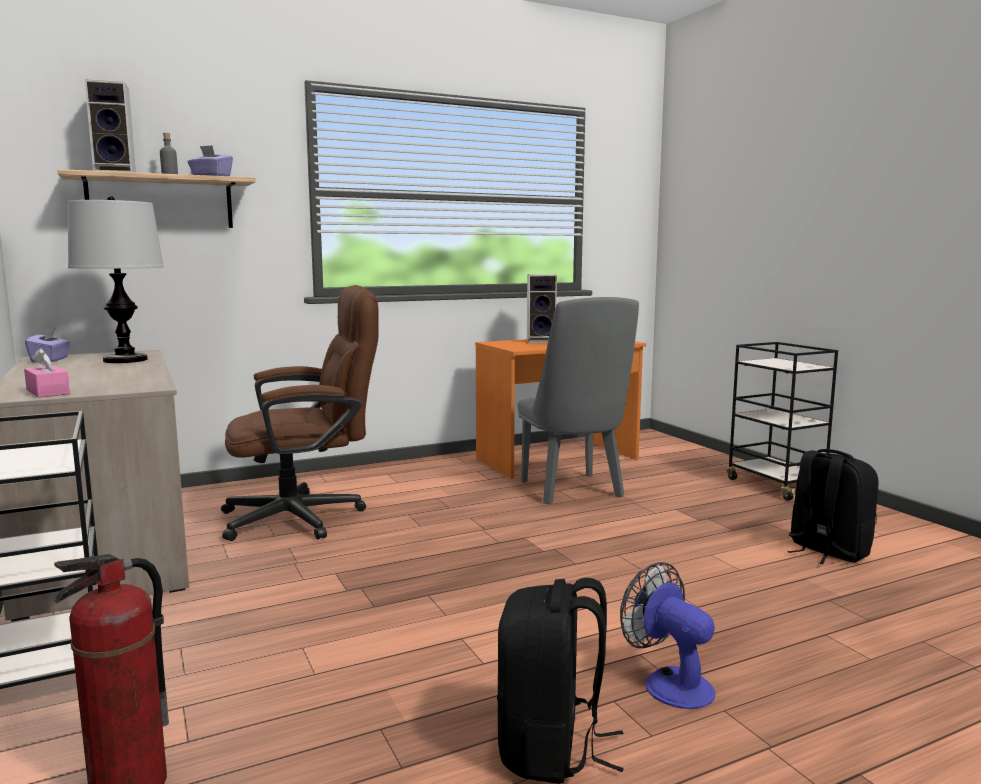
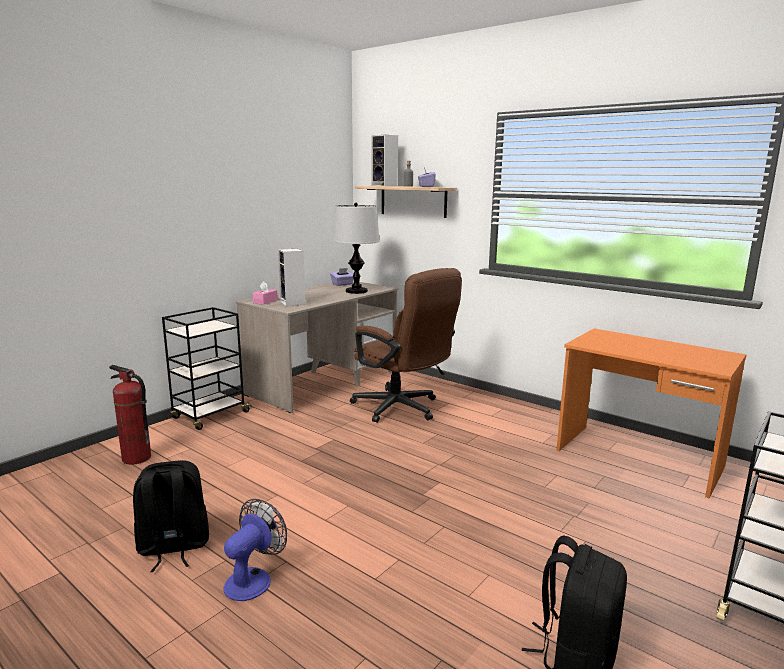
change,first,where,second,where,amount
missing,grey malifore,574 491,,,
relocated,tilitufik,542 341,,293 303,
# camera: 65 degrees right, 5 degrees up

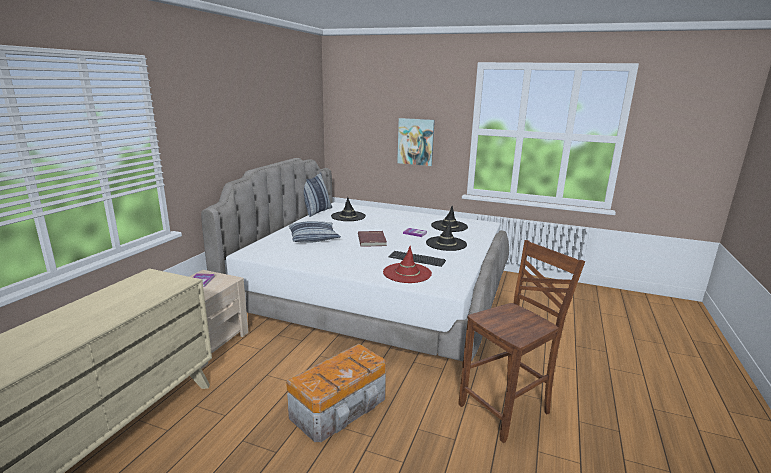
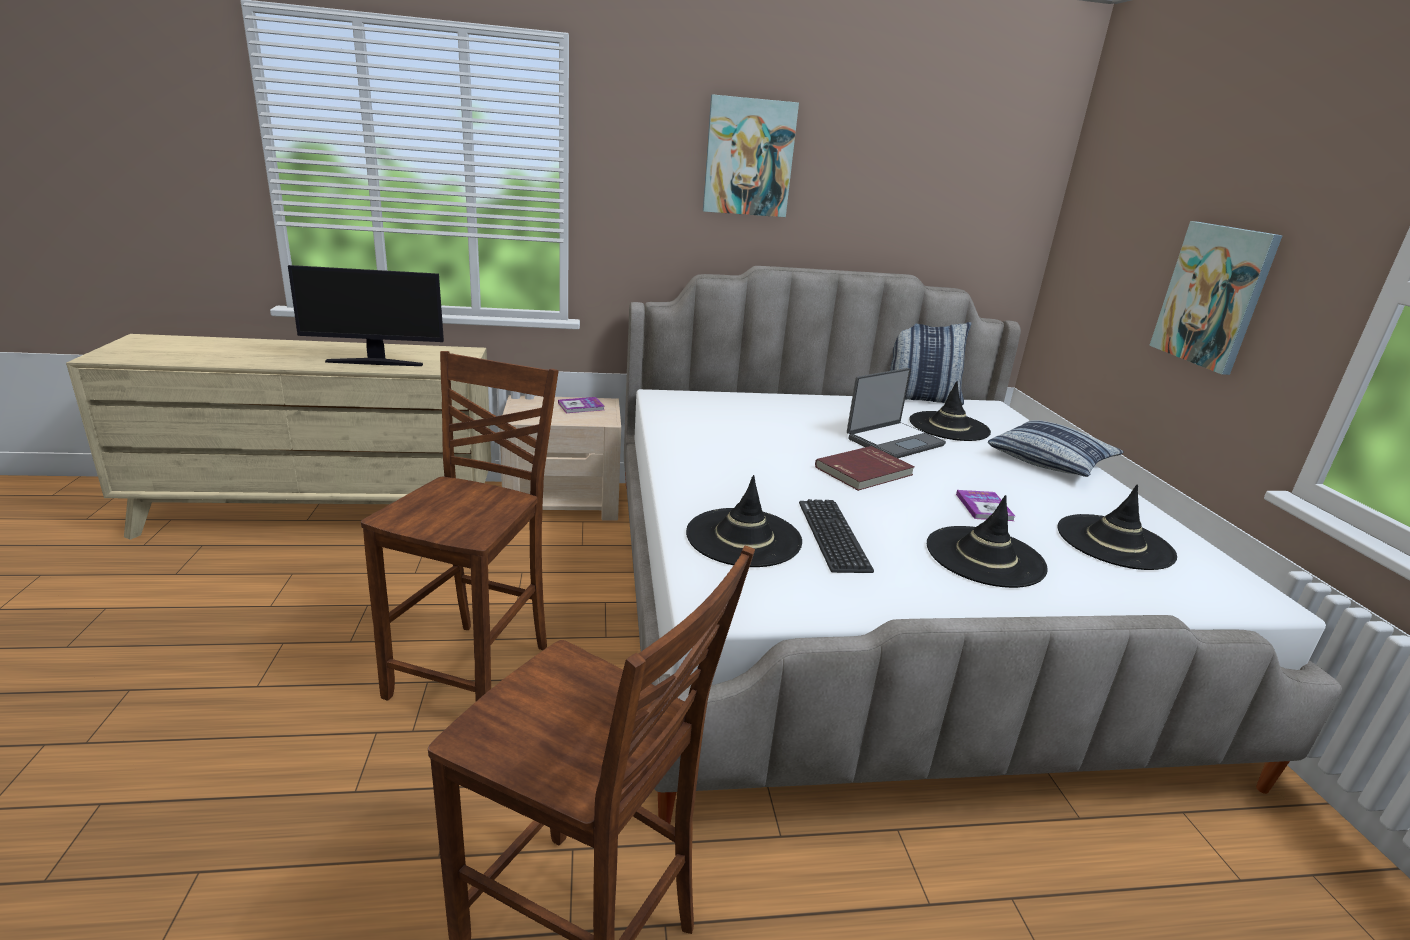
change,first,where,second,where,amount
exchanged,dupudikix,341 407,brown malifore,475 670,
relocated,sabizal,313 237,,1051 460,
colour,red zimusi,407 273,black zimusi,743 537,
appeared,,,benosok,375 362,
appeared,,,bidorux,748 157,
appeared,,,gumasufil,893 441,
# camera: 60 degrees right, 5 degrees up

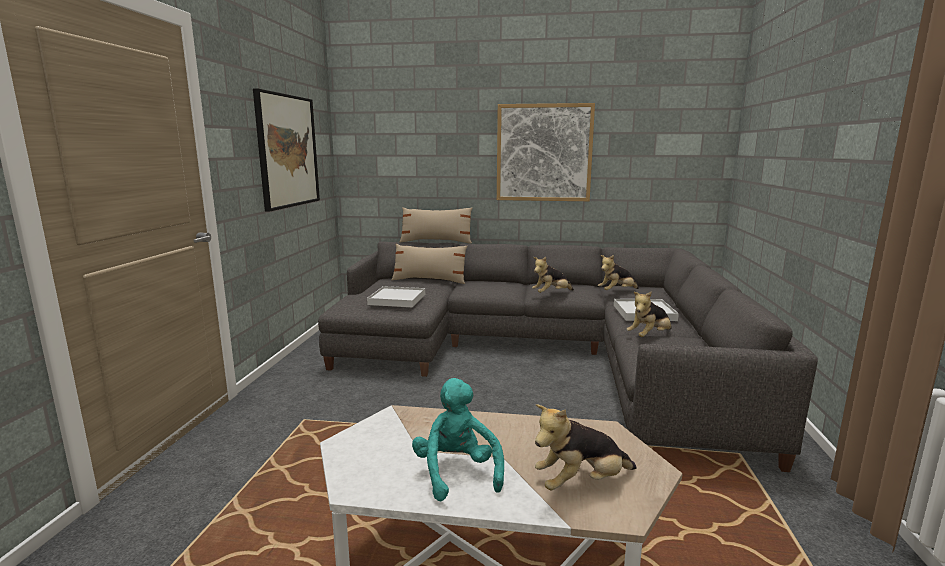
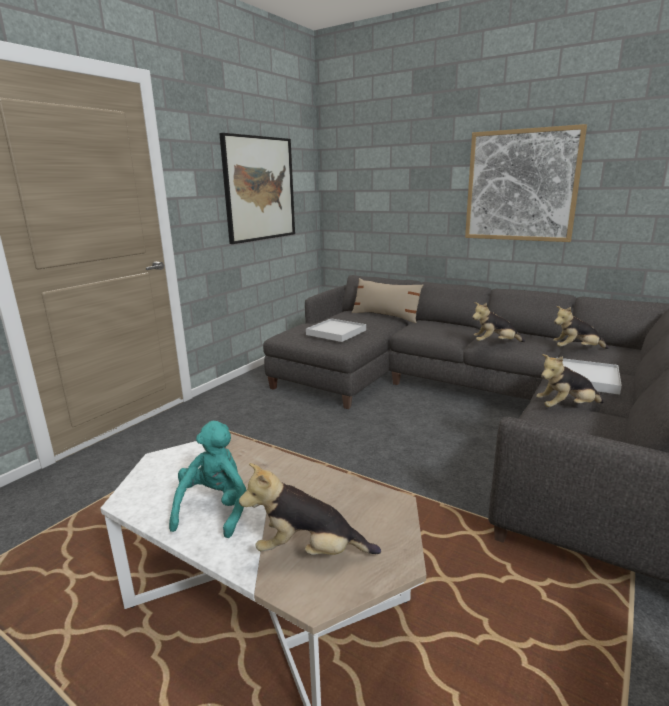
change,first,where,second,where,amount
missing,beige sabizal,436 242,,,
# camera: 25 degrees right, 5 degrees up

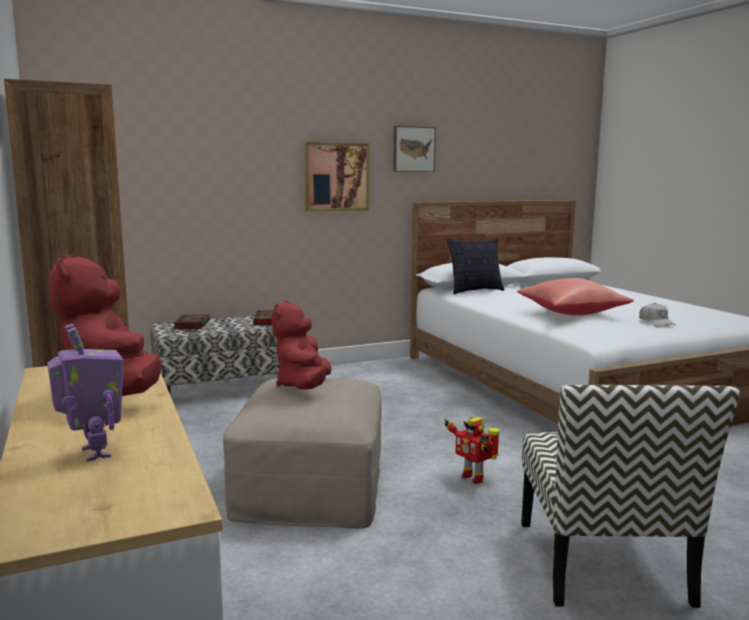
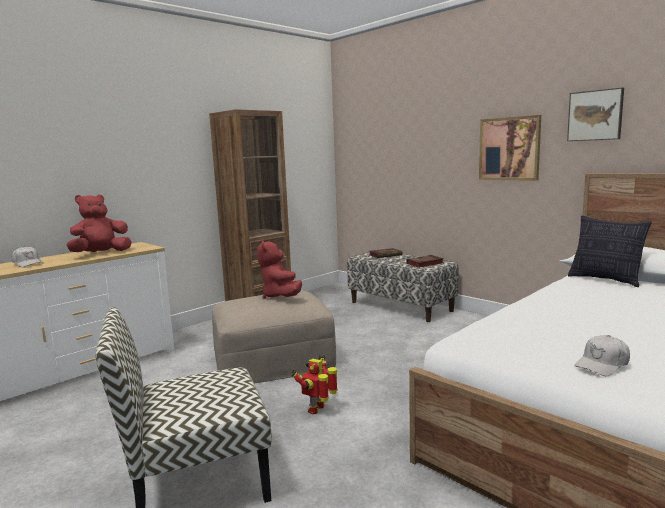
change,first,where,second,where,amount
exchanged,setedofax,93 453,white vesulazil,28 263,
spun,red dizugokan,303 386,,280 296,90 degrees counterclockwise
missing,red sabizal,571 313,,,
# camera: 70 degrees right, 0 degrees up

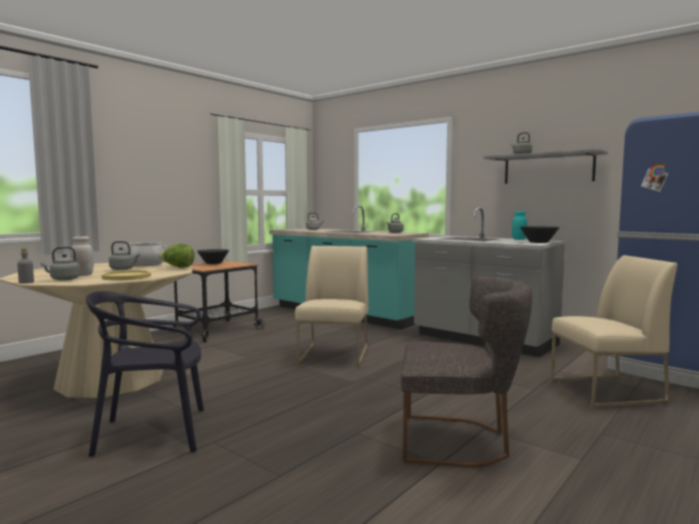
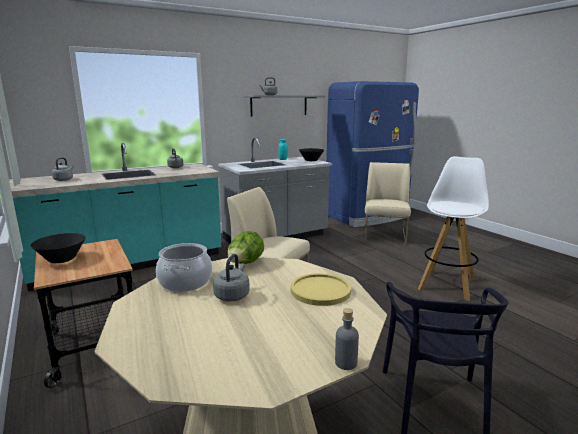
change,first,where,second,where,amount
missing,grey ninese,63 279,,,
missing,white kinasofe,83 275,,,
exchanged,grey malifore,460 441,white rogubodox,447 284,
# camera: 70 degrees left, 10 degrees up

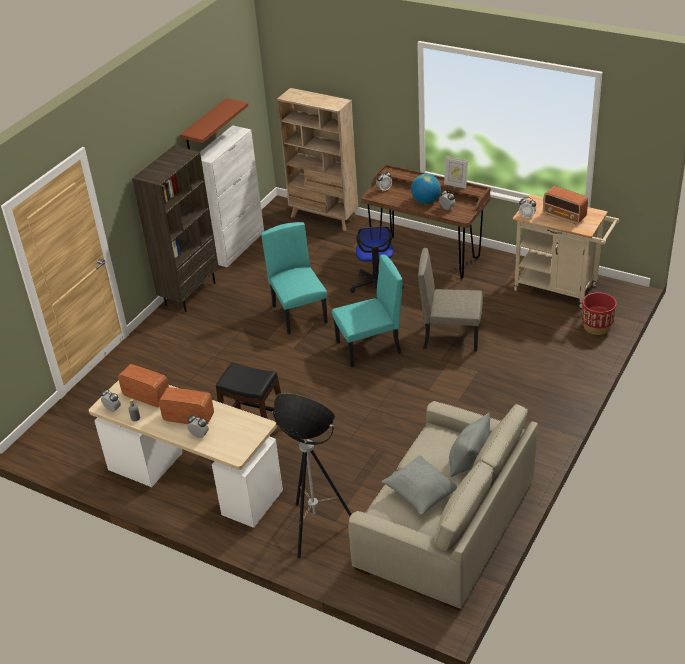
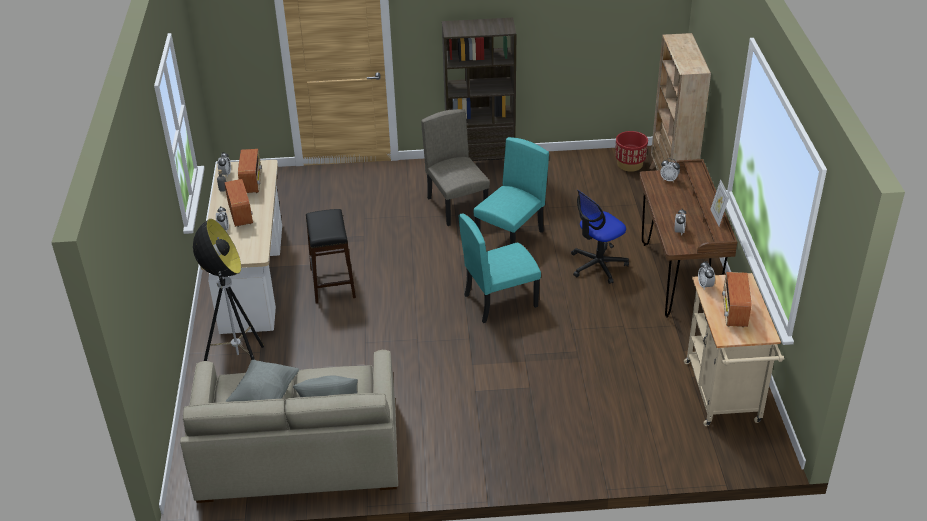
change,first,where,second,where,amount
missing,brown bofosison,205 126,,,
missing,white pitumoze,237 246,,,
spun,turquoise malifore,369 348,,500 300,120 degrees clockwise
missing,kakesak,426 201,,,
relocated,beige malifore,451 336,,457 206,
relocated,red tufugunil,597 327,,629 164,
# camera: 55 degrees right, 0 degrees up

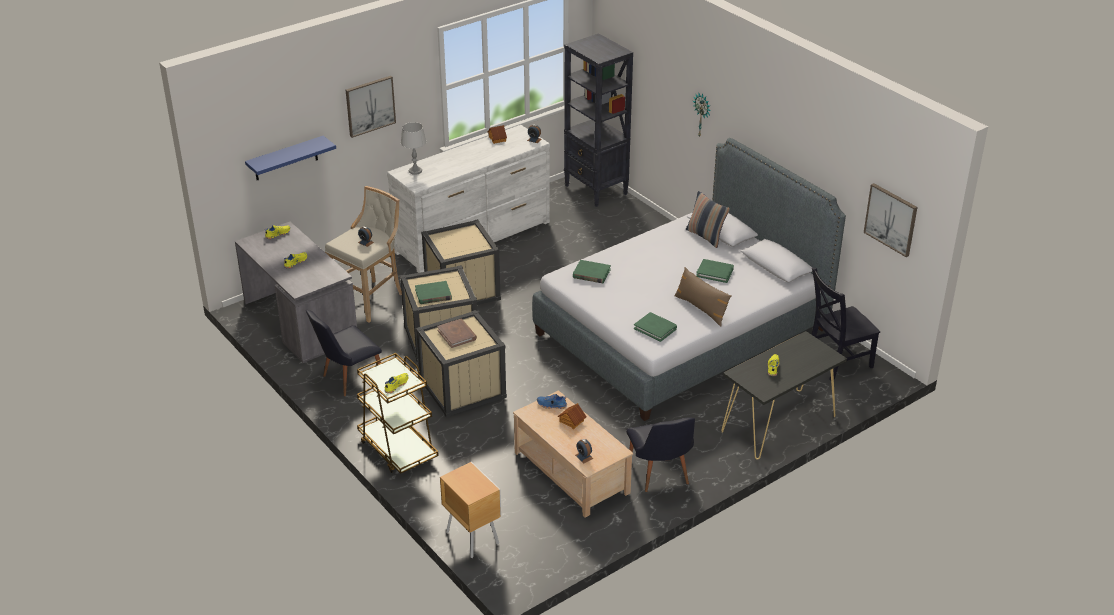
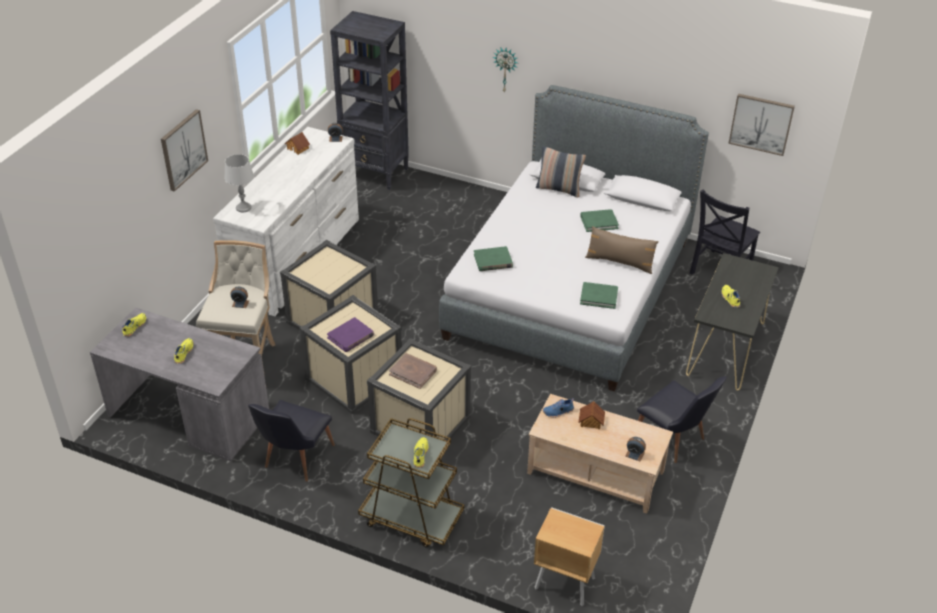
change,first,where,second,where,amount
missing,blue bofosison,286 159,,,
colour,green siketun,433 294,purple siketun,350 337,
# camera: 30 degrees left, 5 degrees up

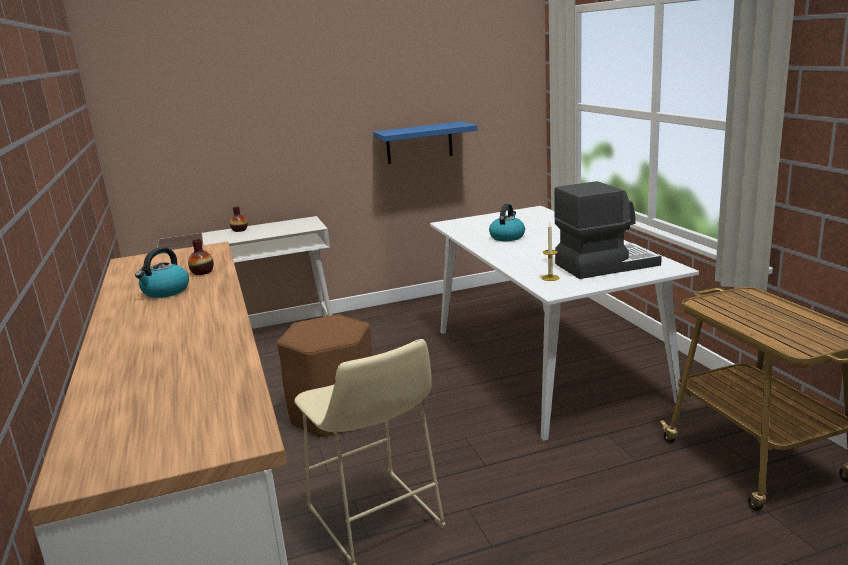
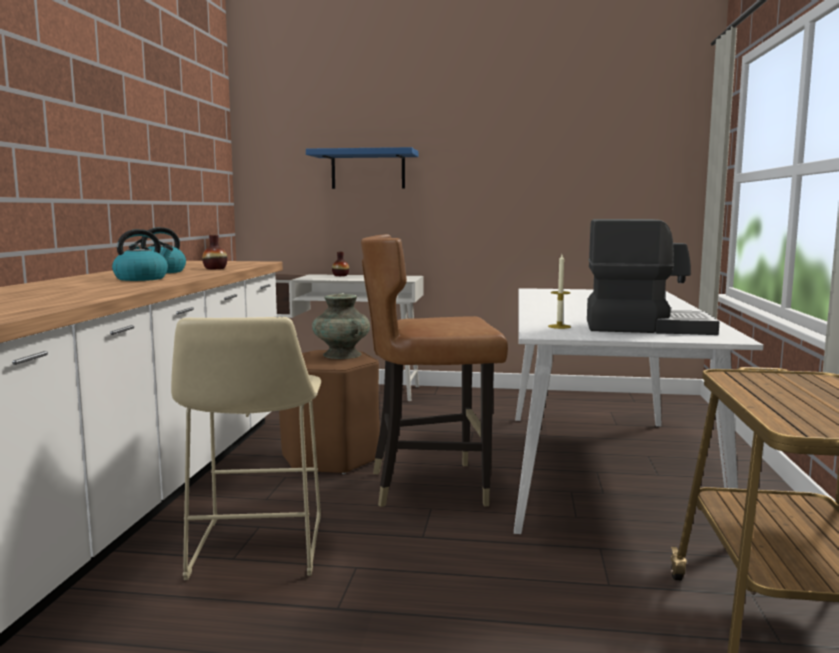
change,first,where,second,where,amount
relocated,blue bofosison,419 143,,368 170,
relocated,ninese,507 237,,142 278,
appeared,,,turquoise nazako,342 355,
appeared,,,brown malifore,431 486,
# camera: 25 degrees right, 10 degrees down

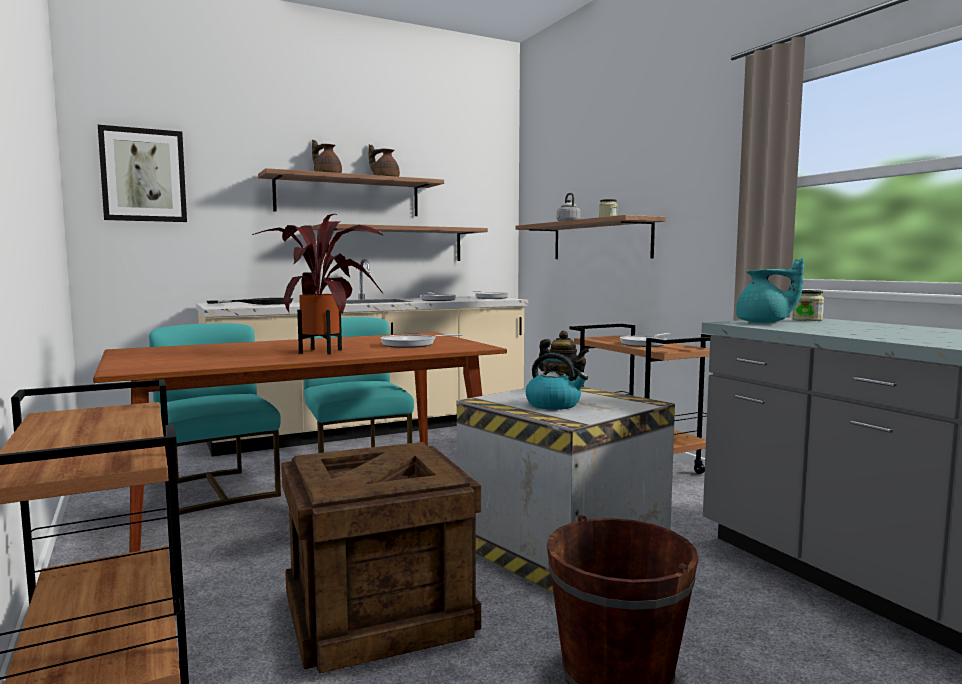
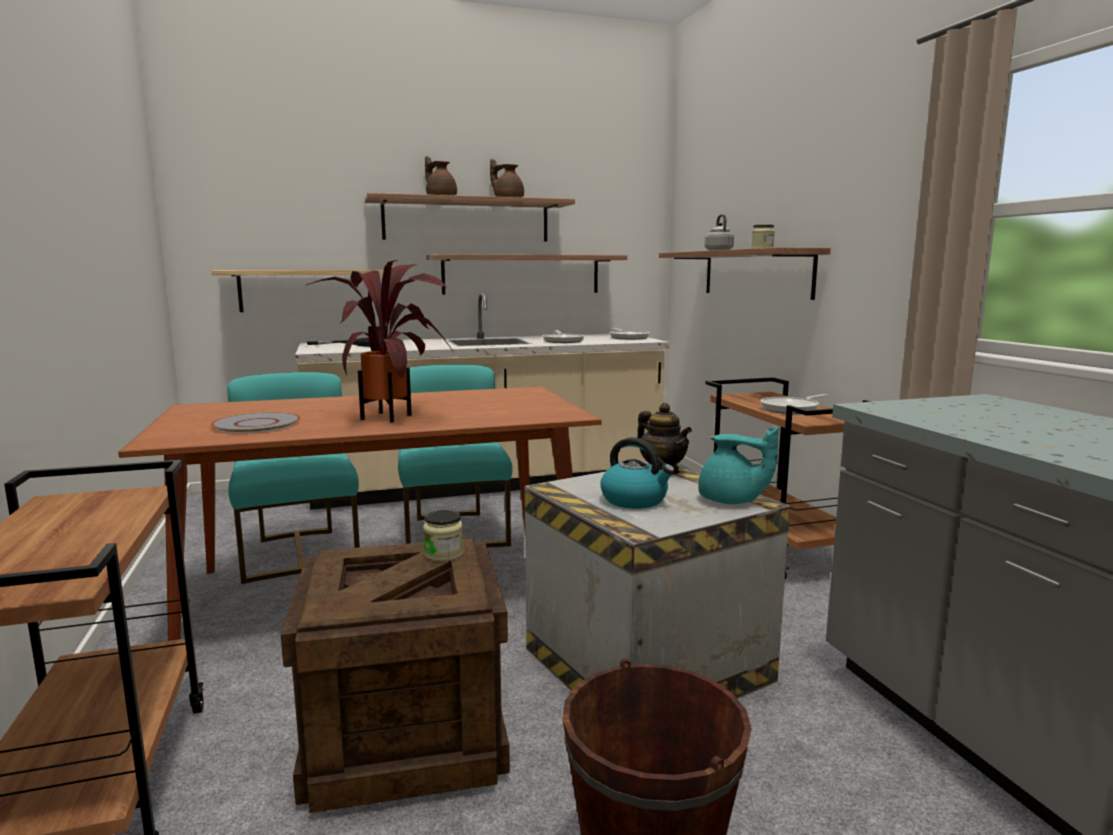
change,first,where,second,where,amount
missing,bidorux,143 175,,,
missing,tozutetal,412 344,,,
relocated,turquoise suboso,764 322,,731 501,
relocated,kinasofe,807 320,,444 554,
appeared,,,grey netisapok,257 424,
appeared,,,bofosison,306 290,
# camera: 10 degrees right, 5 degrees up

